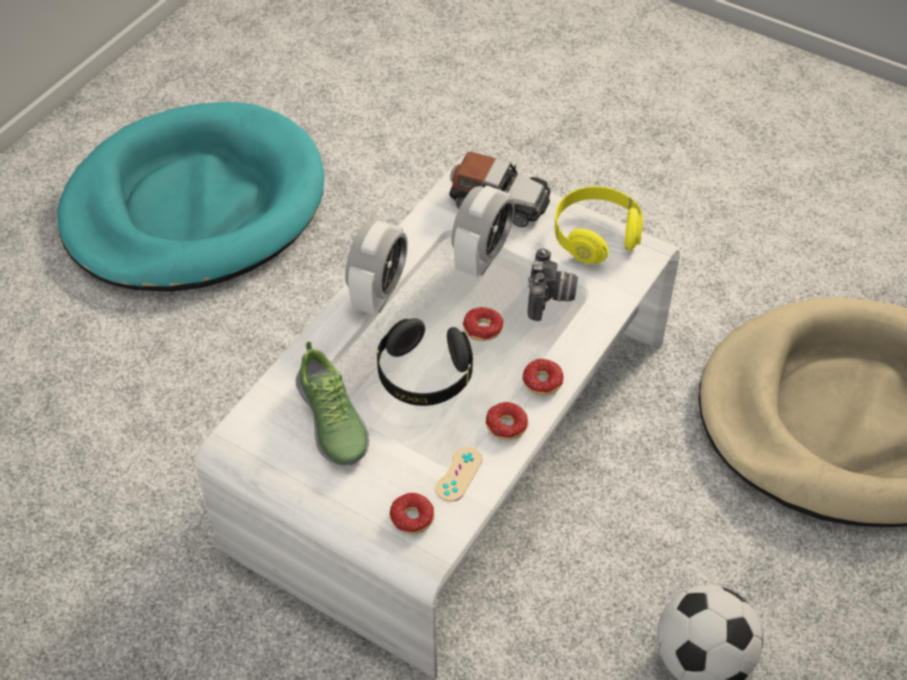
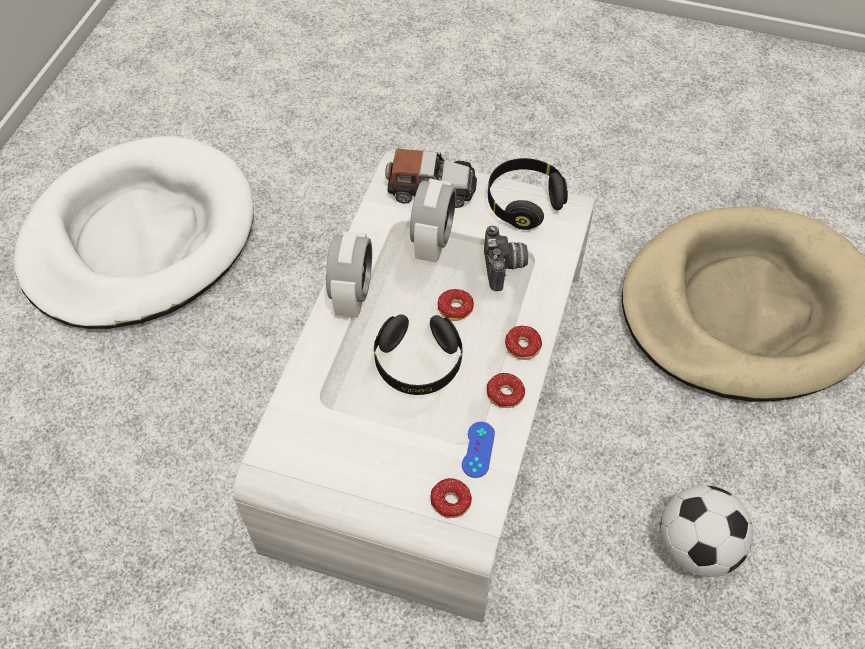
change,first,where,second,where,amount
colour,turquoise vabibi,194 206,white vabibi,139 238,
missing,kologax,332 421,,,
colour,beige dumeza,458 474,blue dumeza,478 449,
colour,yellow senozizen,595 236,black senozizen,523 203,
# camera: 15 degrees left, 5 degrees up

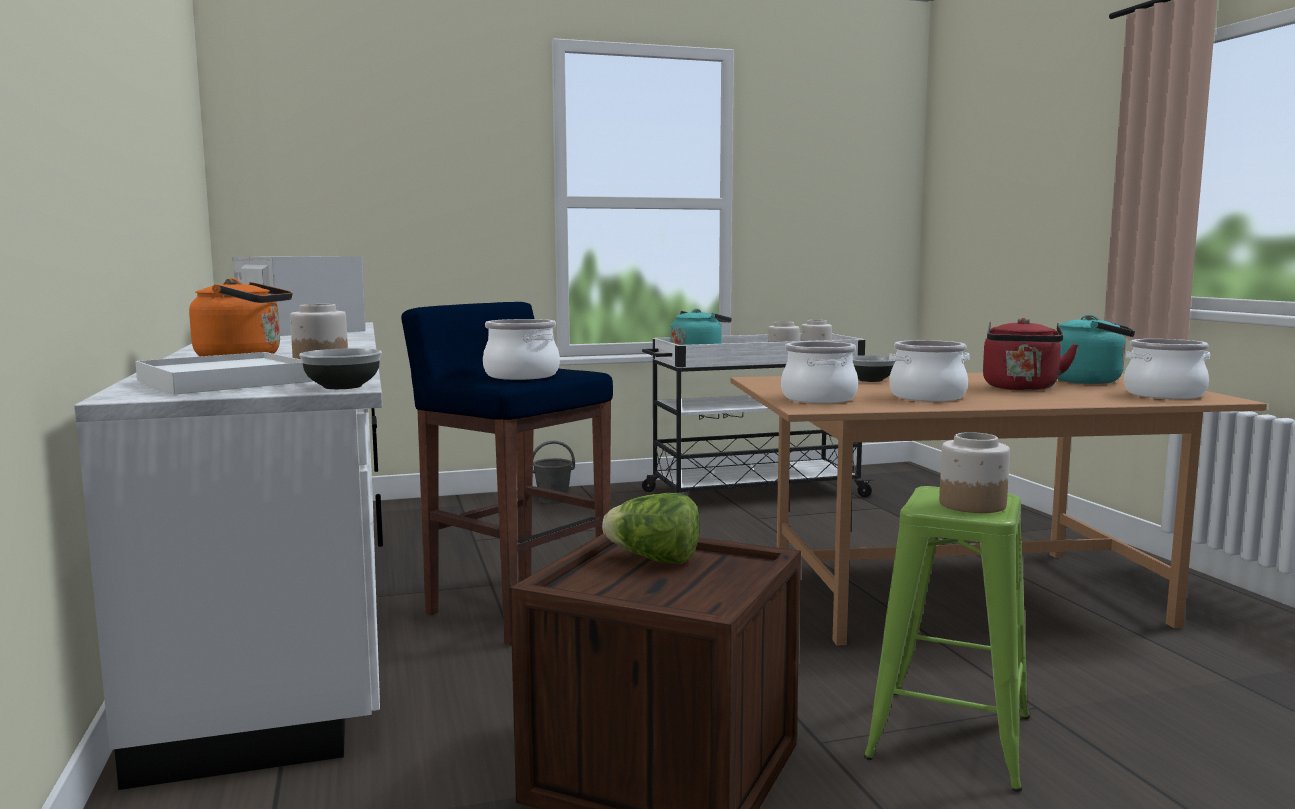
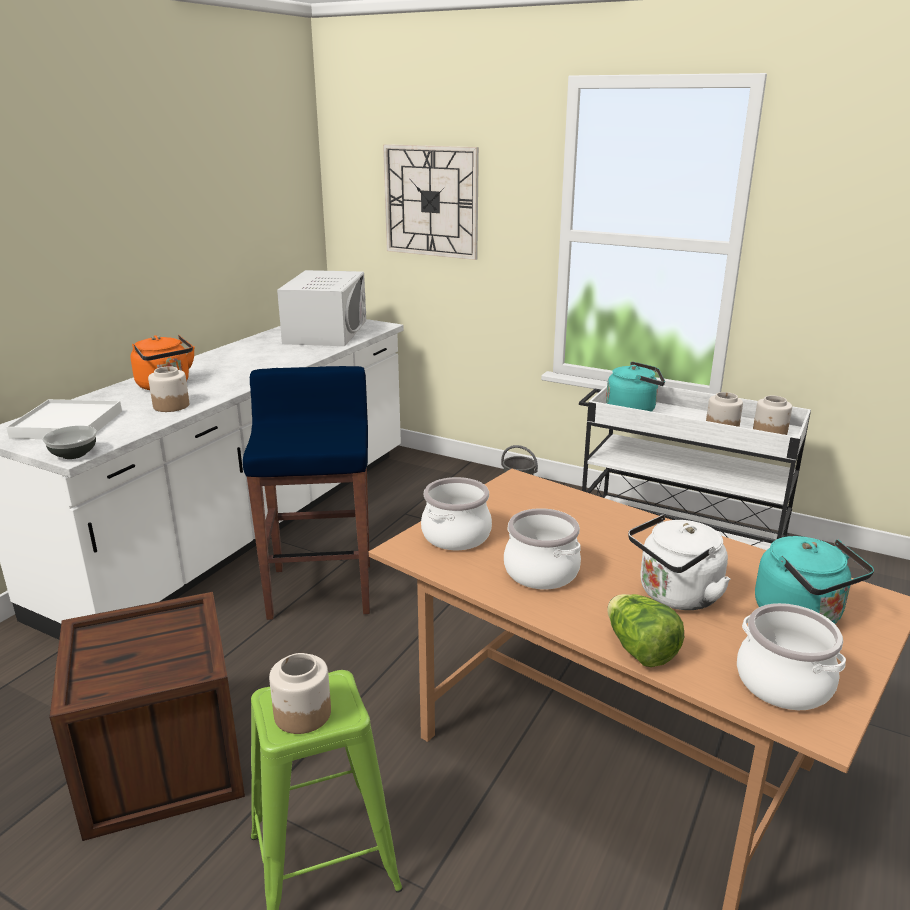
change,first,where,second,where,amount
missing,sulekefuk,521 376,,,
relocated,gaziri,654 560,,639 650,
missing,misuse,870 380,,,
colour,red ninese,1021 388,white ninese,675 596,
appeared,,,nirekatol,431 201,
# camera: 45 degrees right, 15 degrees up

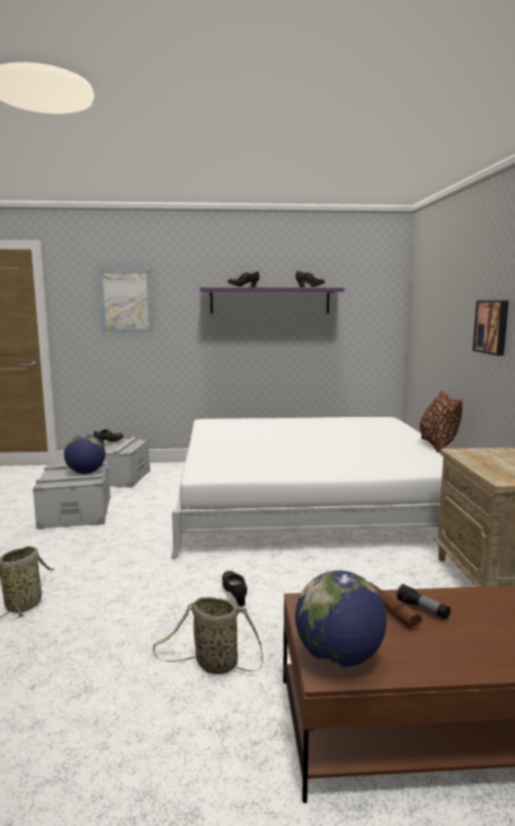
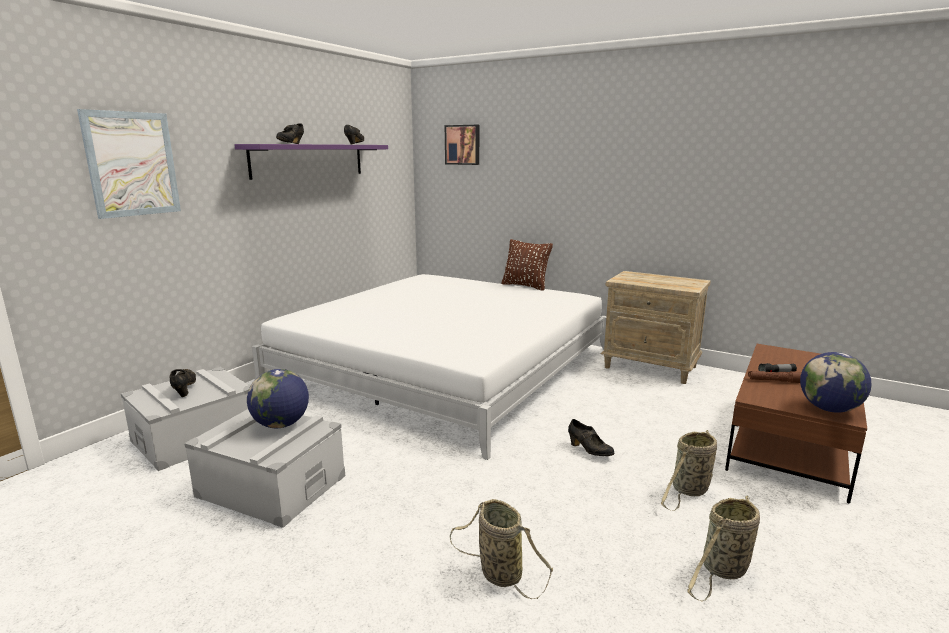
change,first,where,second,where,amount
spun,black kologax,234 595,,589 451,150 degrees counterclockwise
relocated,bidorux,492 327,,463 145,
appeared,,,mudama,723 570,
# camera: 55 degrees left, 5 degrees up

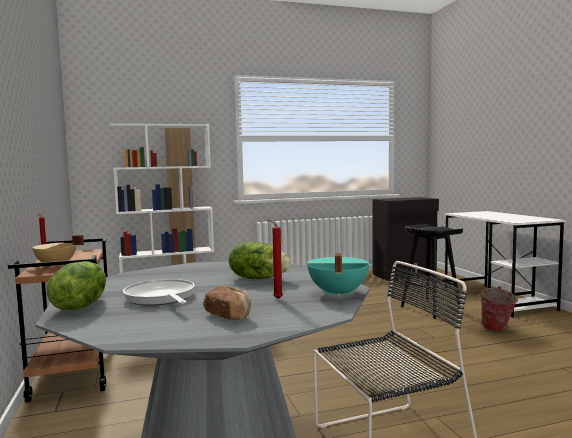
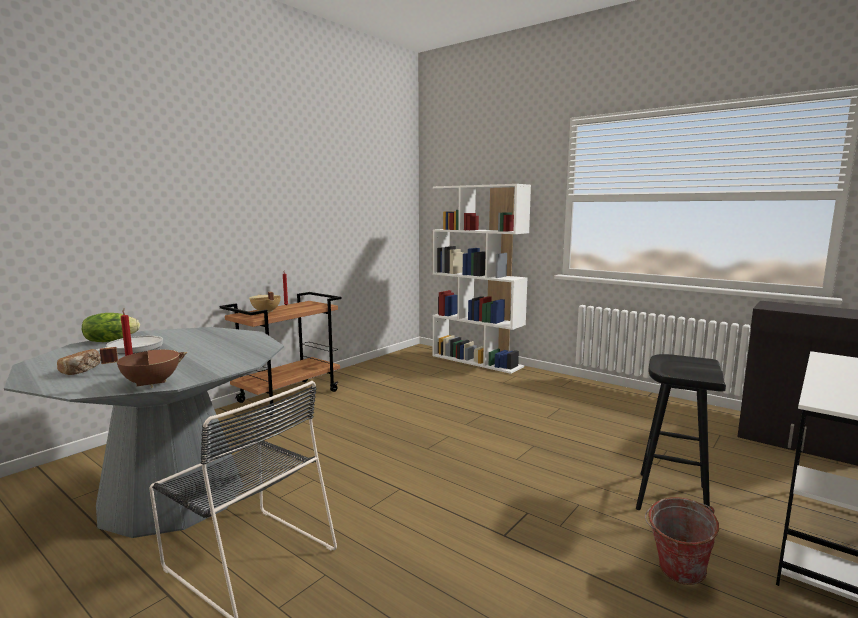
change,first,where,second,where,amount
missing,gaziri,258 278,,,
colour,turquoise sulekefuk,336 293,brown sulekefuk,151 383,
# camera: 55 degrees right, 5 degrees up

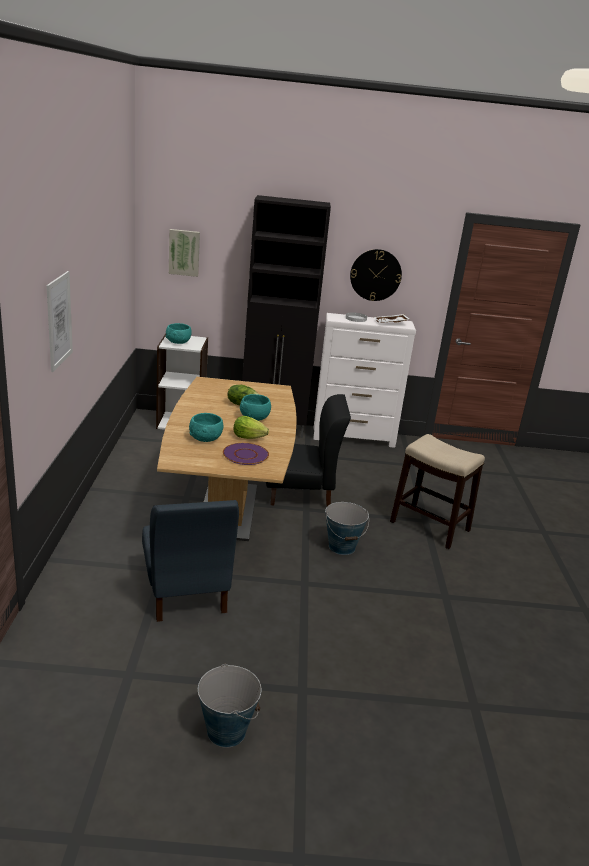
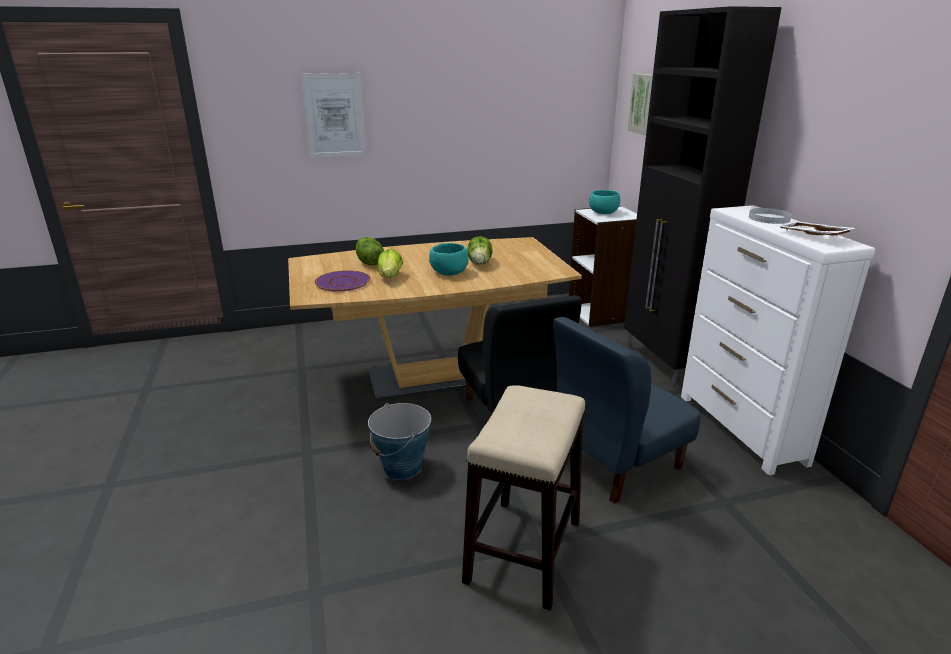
change,first,where,second,where,amount
relocated,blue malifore,186 592,,615 462,
exchanged,turquoise misuse,206 439,gaziri,369 263,
missing,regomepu,226 731,,,
missing,nirekatol,375 275,,,
# camera: 75 degrees right, 0 degrees up

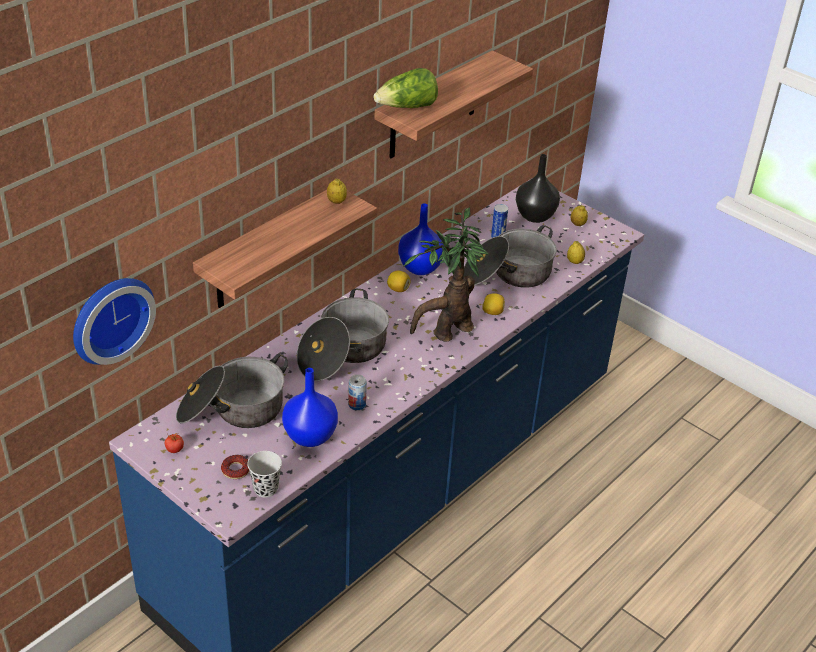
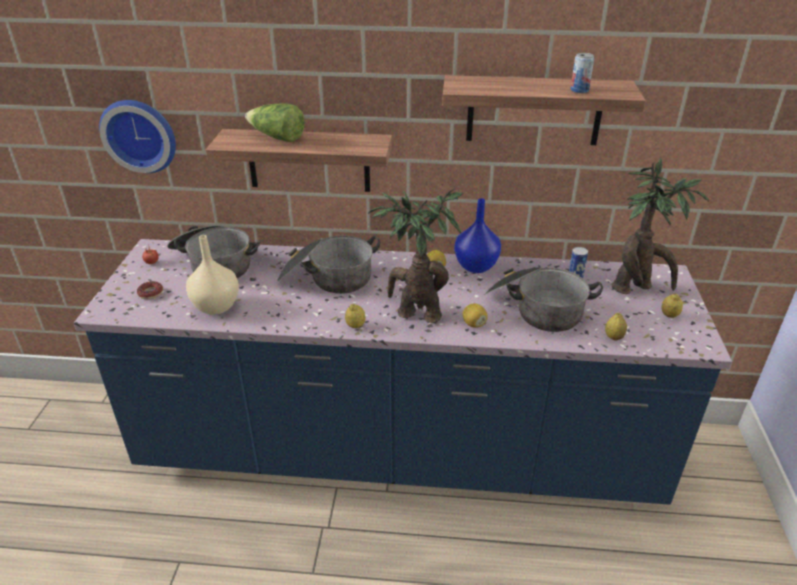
change,first,where,second,where,amount
missing,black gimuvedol,265 488,,,
colour,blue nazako,309 437,beige nazako,215 306,
relocated,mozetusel,336 201,,355 326,
relocated,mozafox,357 404,,579 90,
relocated,gaziri,407 107,,277 138,
exchanged,black nazako,534 215,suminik,637 288,
# camera: 55 degrees right, 5 degrees down

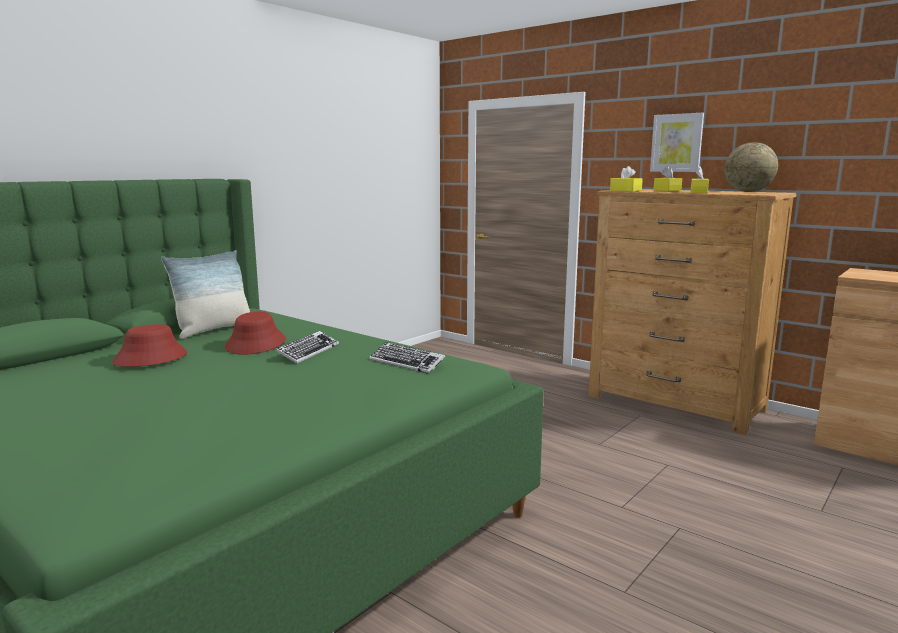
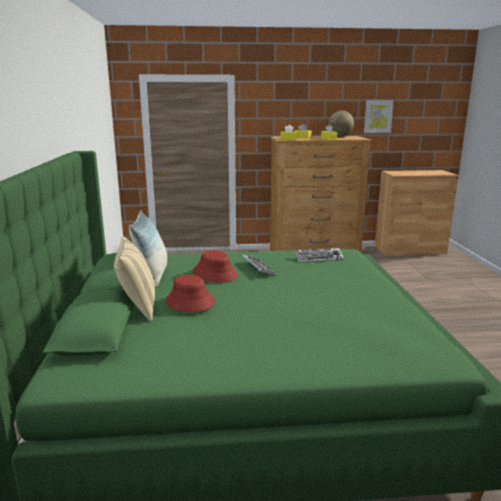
change,first,where,second,where,amount
relocated,bidorux,677 143,,378 116,
appeared,,,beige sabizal,137 307,
# camera: 45 degrees left, 5 degrees up

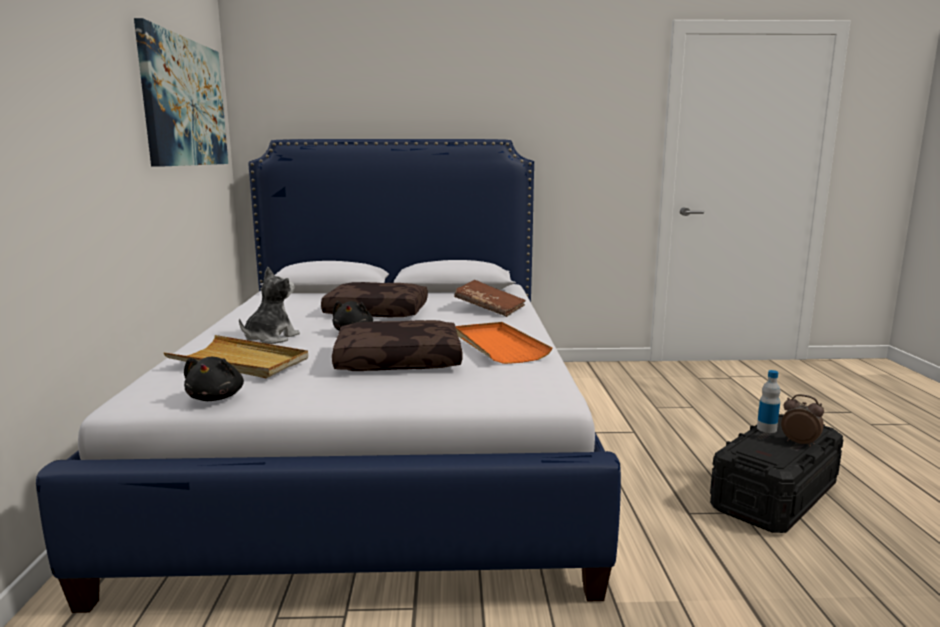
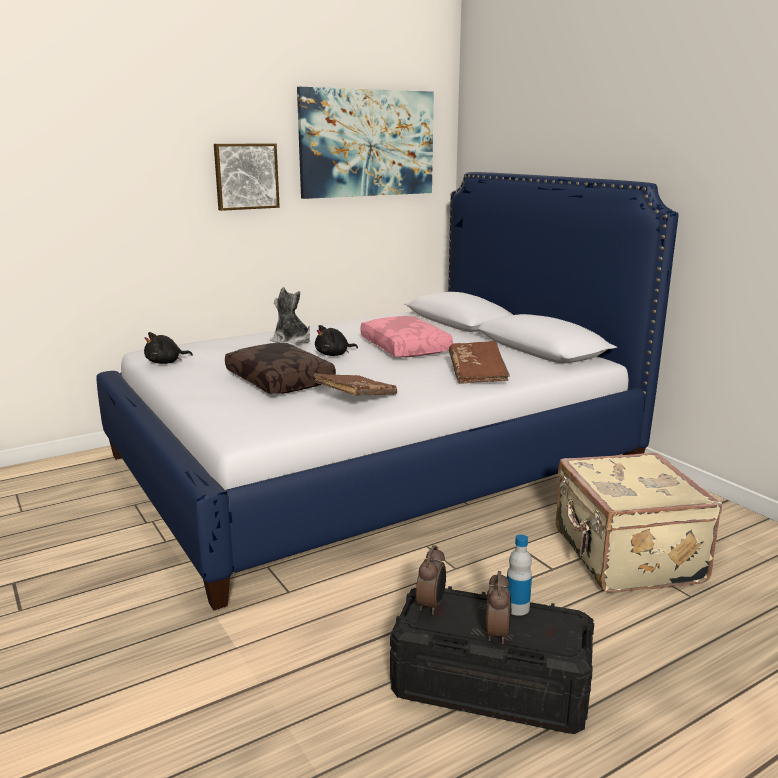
change,first,where,second,where,amount
missing,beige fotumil,239 361,,,
spun,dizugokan,270 338,,291 342,135 degrees counterclockwise
colour,brown sabizal,378 312,pink sabizal,406 348,
exchanged,orange fotumil,498 346,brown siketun,356 398,
appeared,,,bidorux,246 176,
appeared,,,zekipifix,431 605,
appeared,,,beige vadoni,625 557,
# camera: 60 degrees right, 5 degrees up

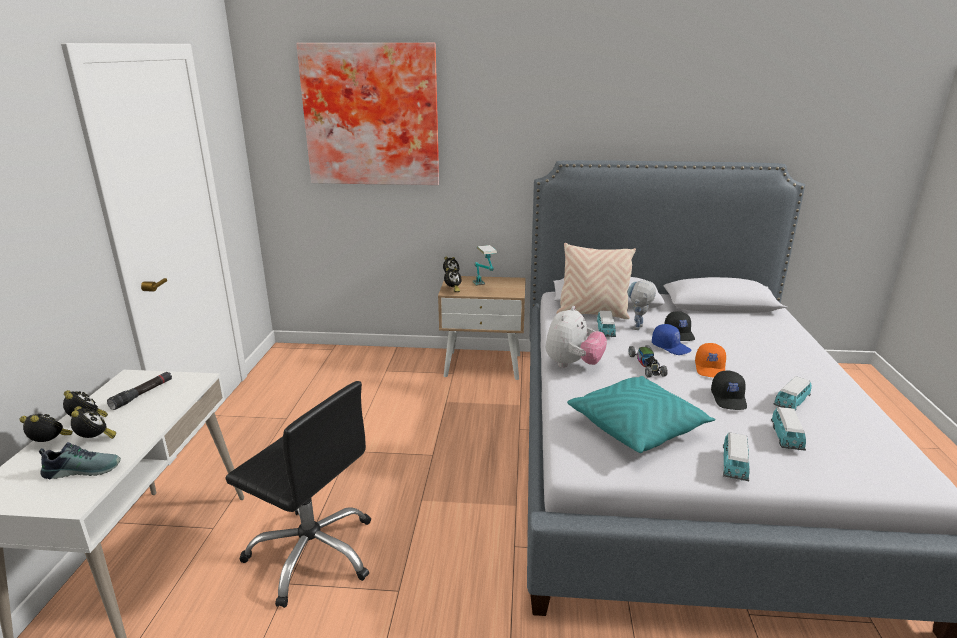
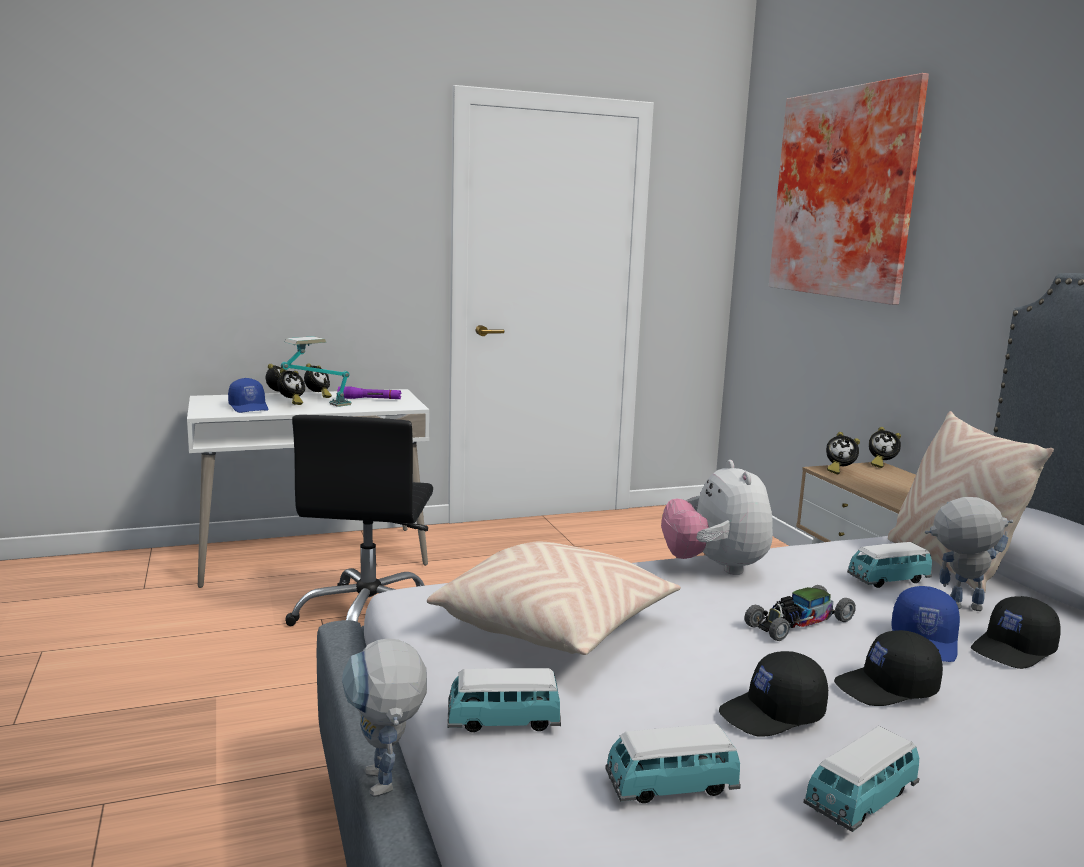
change,first,where,second,where,amount
exchanged,kologax,83 469,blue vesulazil,249 408,
colour,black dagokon,142 394,purple dagokon,369 399,
relocated,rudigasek,484 289,,317 407,
spun,dizugokan,573 364,,714 568,75 degrees clockwise
colour,turquoise sabizal,637 427,beige sabizal,555 626,
colour,orange vesulazil,710 369,black vesulazil,887 688,
spun,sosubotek,791 403,,861 802,60 degrees counterclockwise
appeared,,,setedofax,386 789,
# camera: 65 degrees right, 10 degrees down

